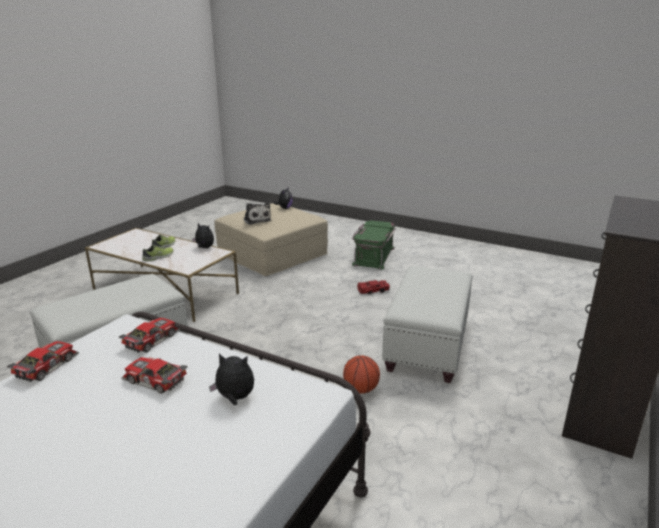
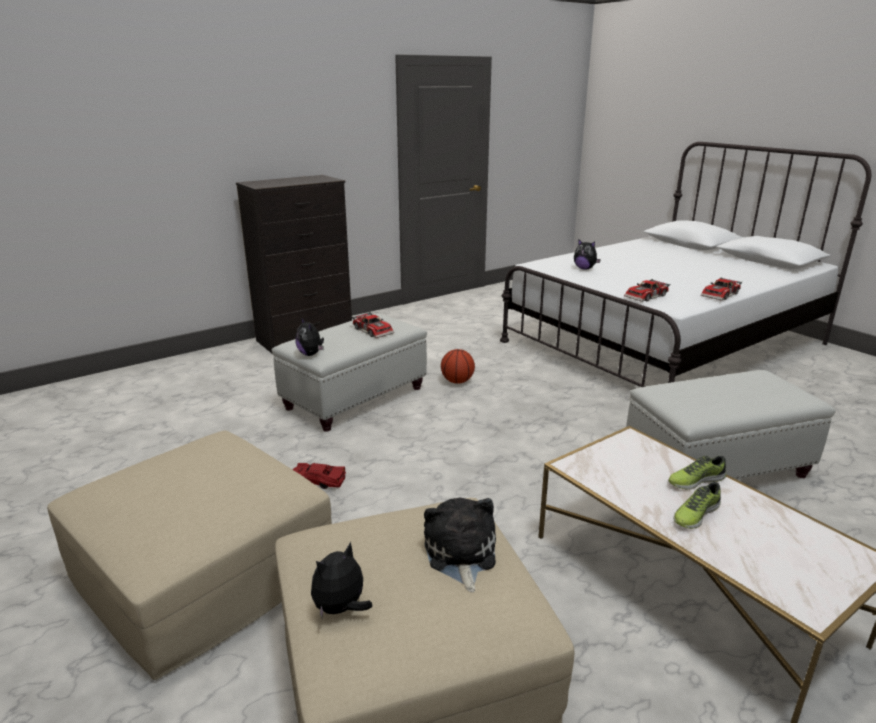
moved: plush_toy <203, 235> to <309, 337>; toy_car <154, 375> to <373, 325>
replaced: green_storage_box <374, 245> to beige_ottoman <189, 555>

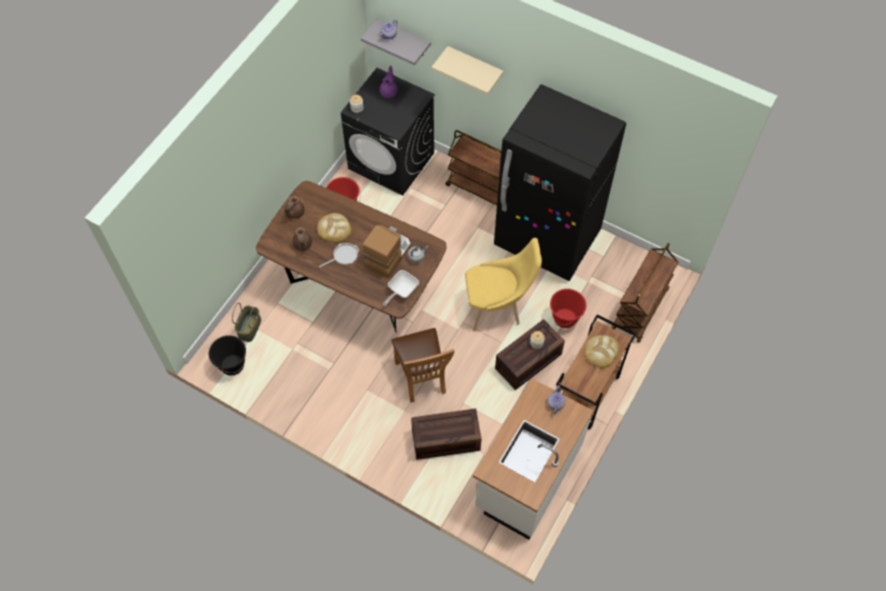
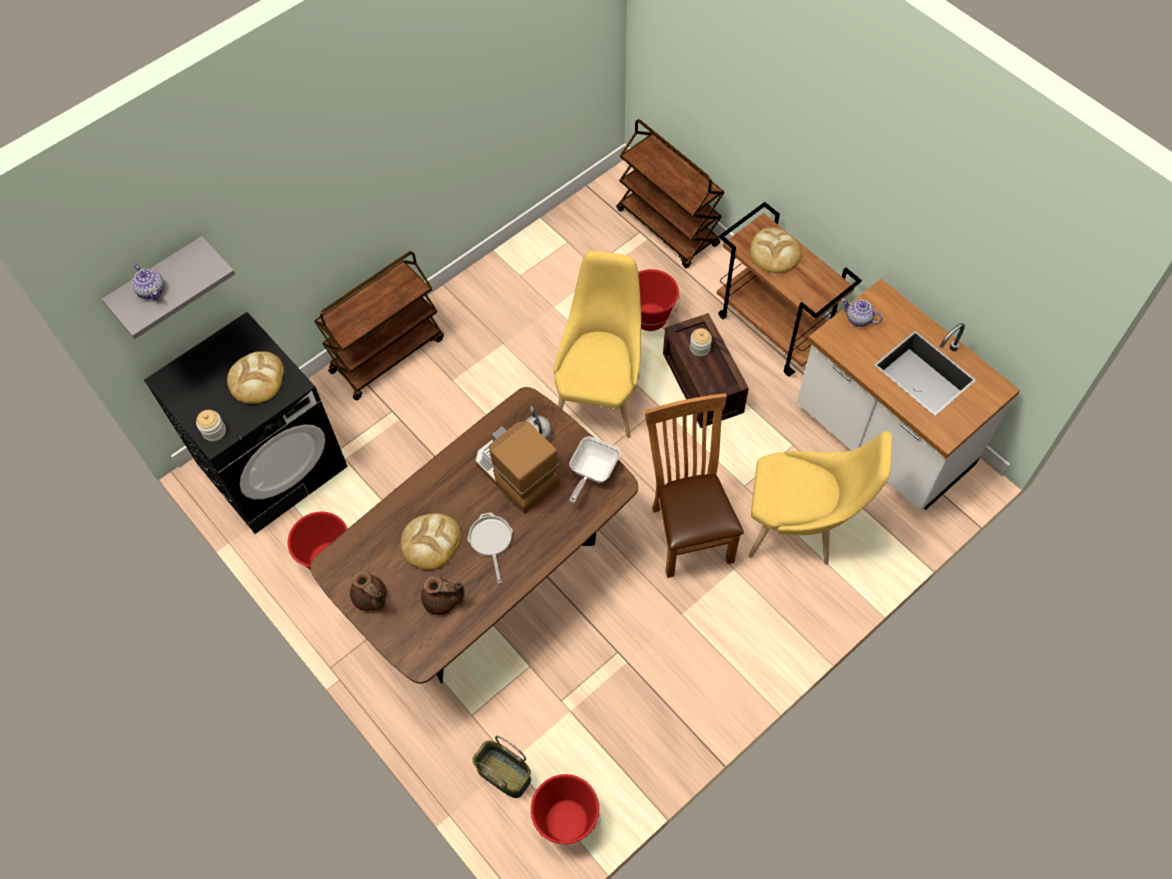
removed: beige_shelf <468, 70>; purple_teapot <389, 81>; black_fridge <560, 182>
added: bread <255, 377>
replaced: crate <446, 434> to yellow_chair <820, 498>
recoloured: black_bucket <227, 355> to red_bucket <566, 809>
turned: frying_pan <401, 288> = <594, 469> 60 degrees clockwise; brown_chair <422, 365> = <694, 485> 105 degrees counterclockwise

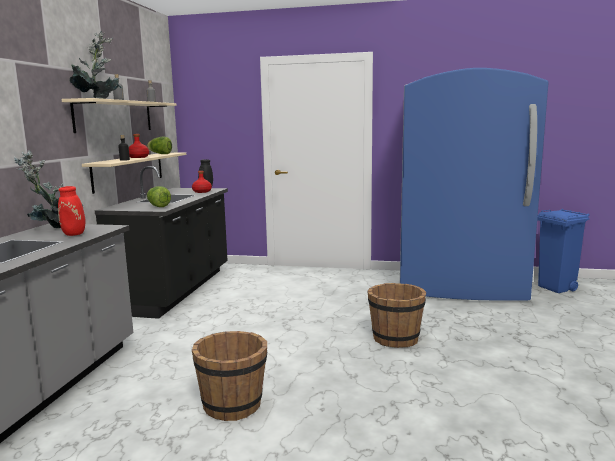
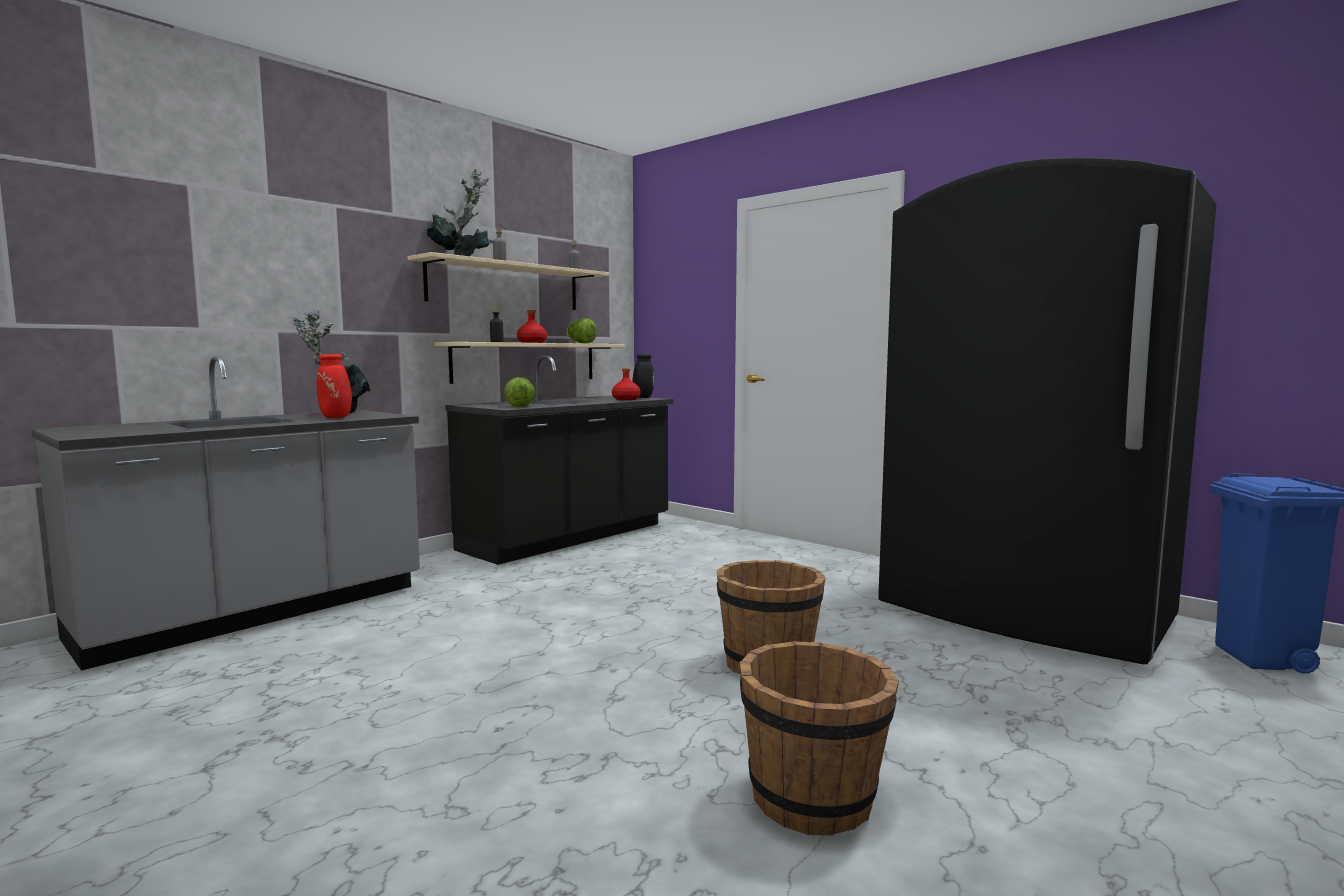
moved: brown_bucket <229, 376> to <819, 738>
recoloured: blue_fridge <474, 184> to black_fridge <1047, 410>

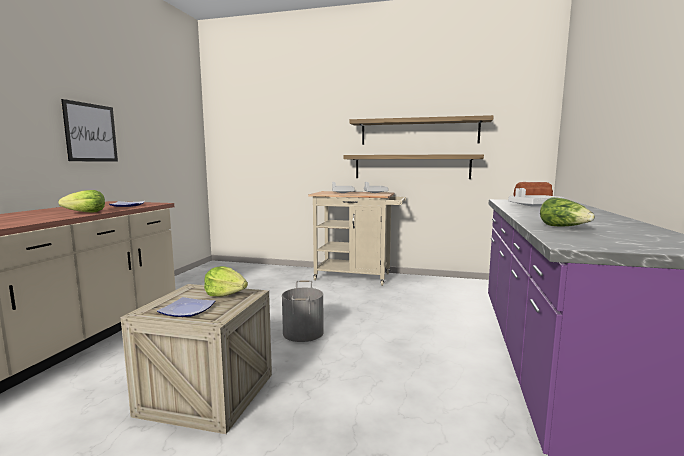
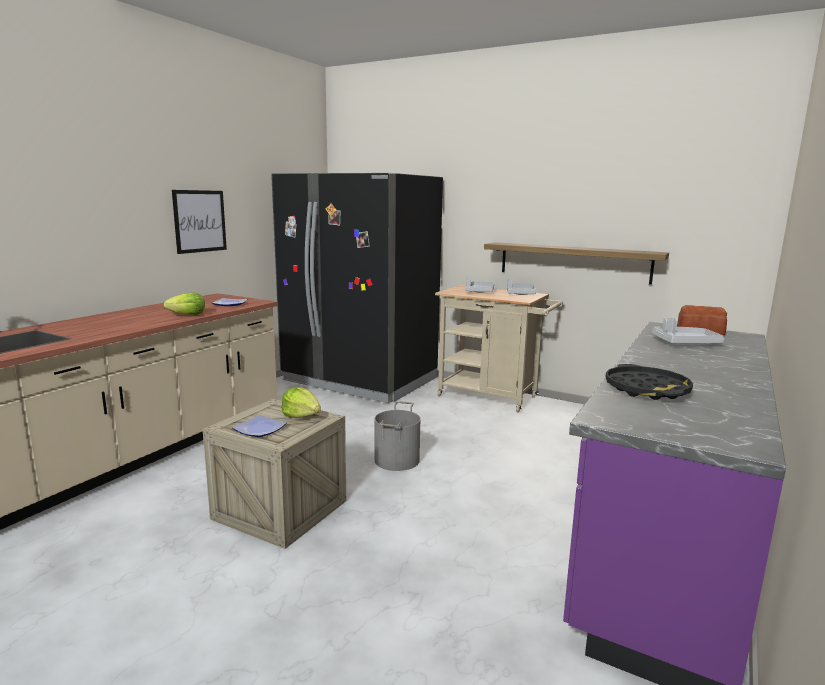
removed: shelf <422, 130>
added: black_fridge <357, 288>
replaced: lettuce <567, 212> to black_tray <649, 382>

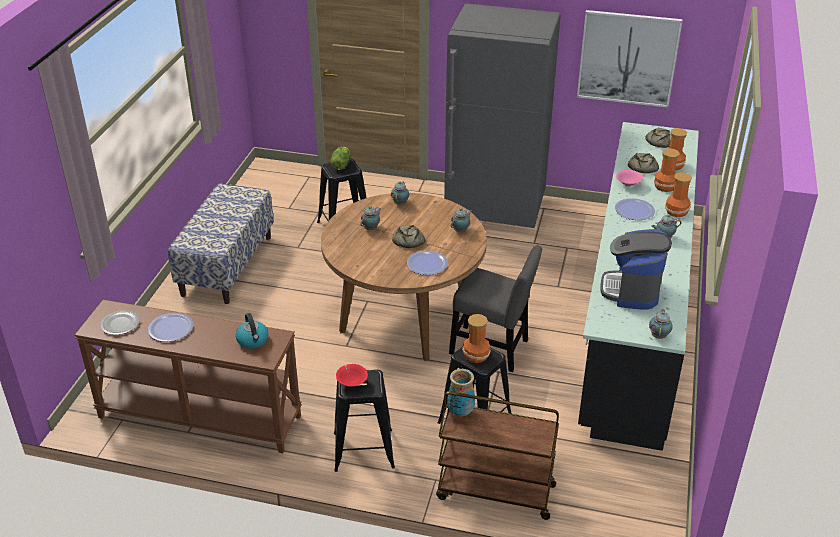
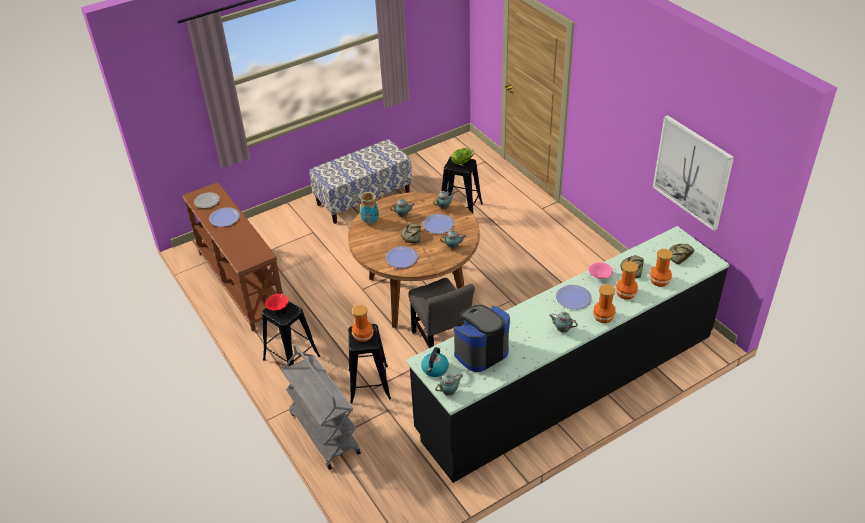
removed: grey_fridge <502, 116>
added: plate <438, 224>
moved: kettle <252, 331> to <435, 362>; vase <461, 392> to <369, 208>
recoloured: brown_cart <497, 455> to grey_cart <321, 406>

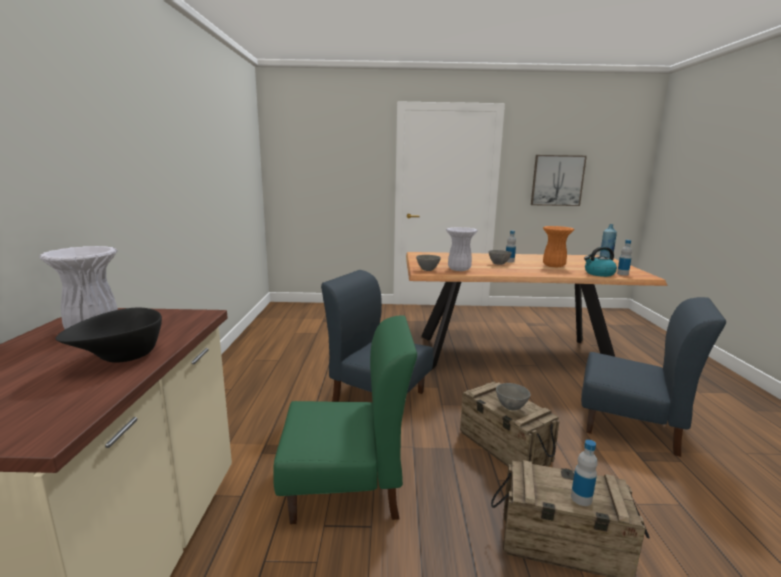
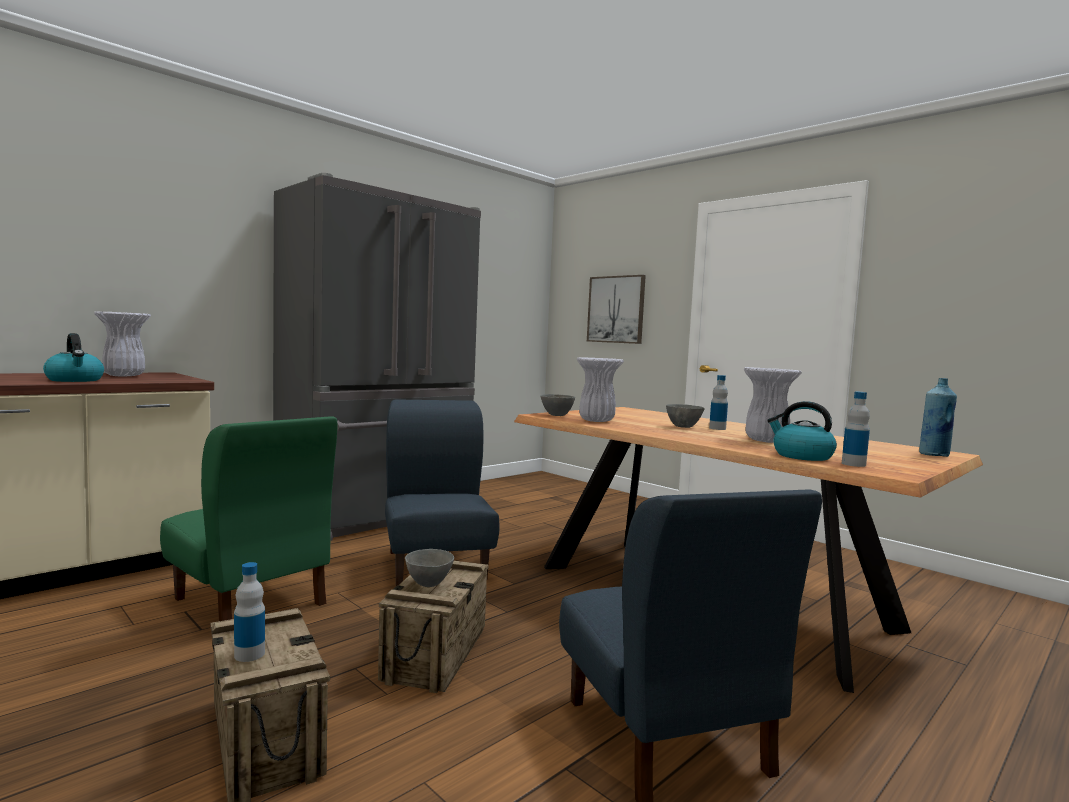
added: grey_fridge <377, 357>
moved: picture <559, 180> to <616, 309>
replaced: black_bowl <108, 335> to kettle <73, 357>
recoloured: orange_vase <559, 246> to white_vase <773, 405>

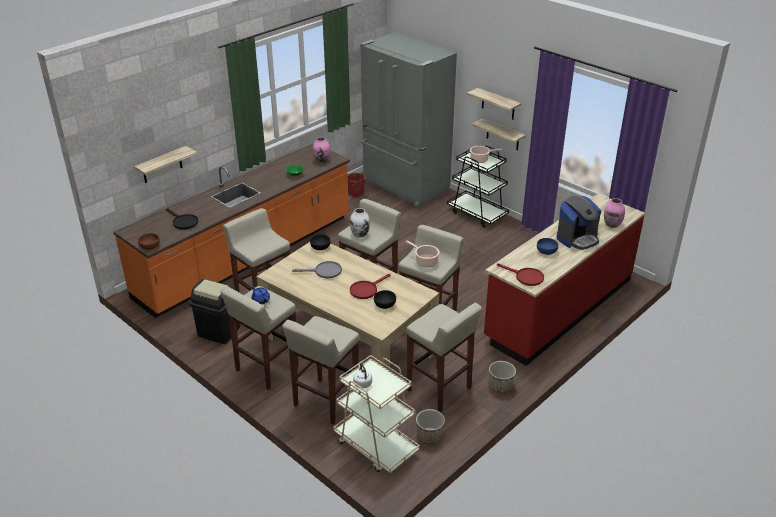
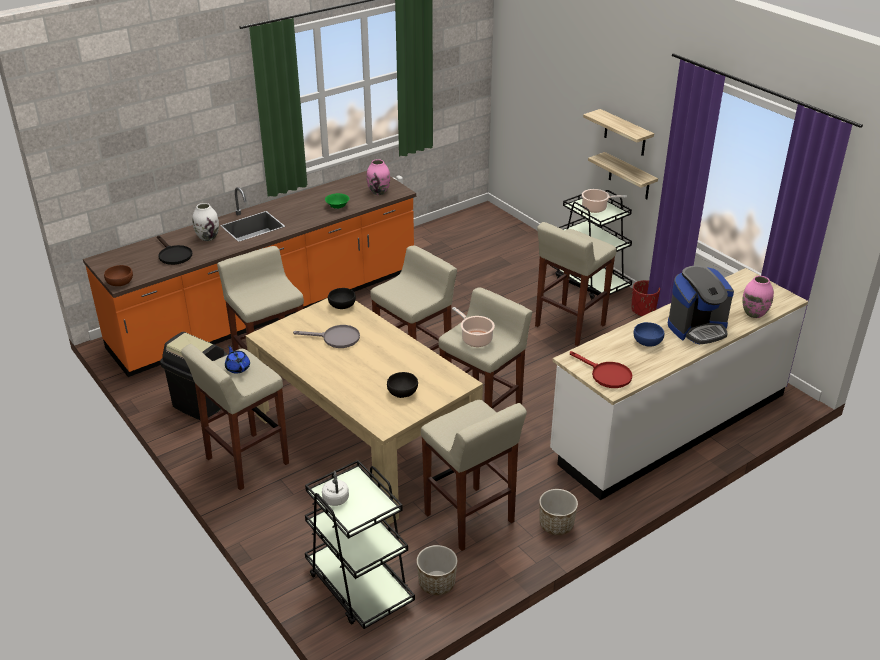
removed: grey_fridge <408, 119>; shelf <165, 164>; red_frying_pan <370, 286>
moved: red_planter <356, 185> to <645, 298>; white_vase <360, 223> to <205, 222>; beige_stool <320, 370> to <576, 284>
recoloured: red_counter <564, 280> to white_counter <679, 384>; beige_cart <376, 414> to black_cart <360, 544>

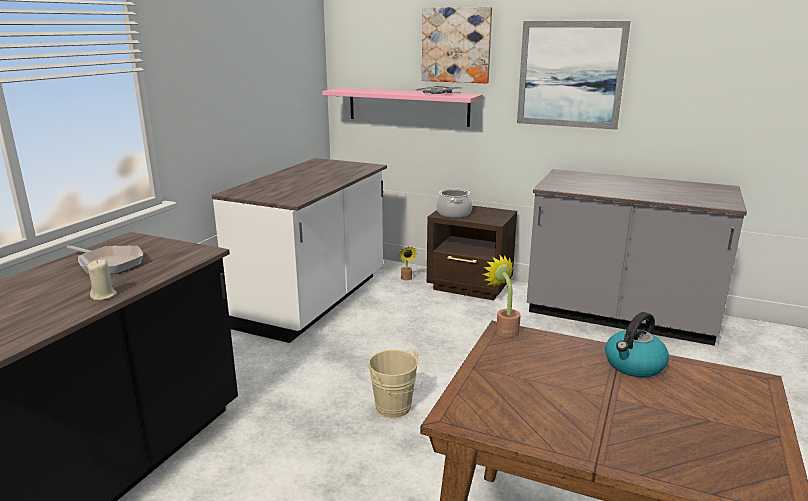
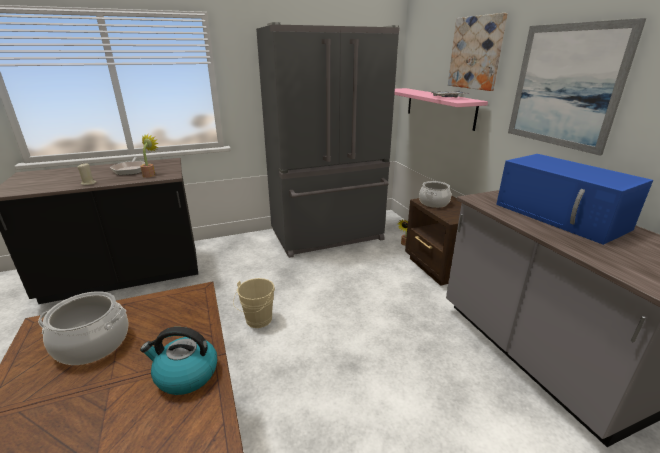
added: blue_microwave <574, 199>; cooking_pot <83, 328>
moved: potted_plant <502, 296> to <149, 156>
replaced: white_counter <299, 250> to grey_fridge <328, 140>

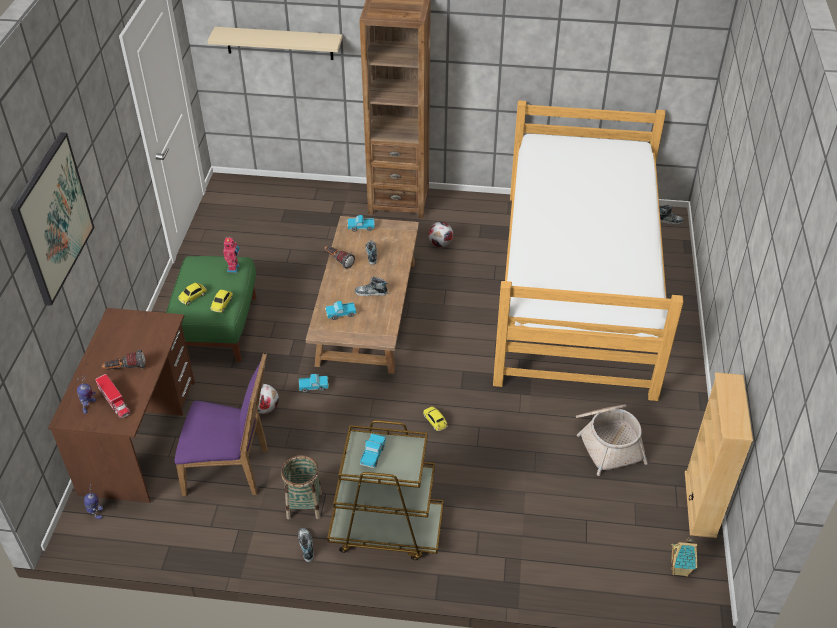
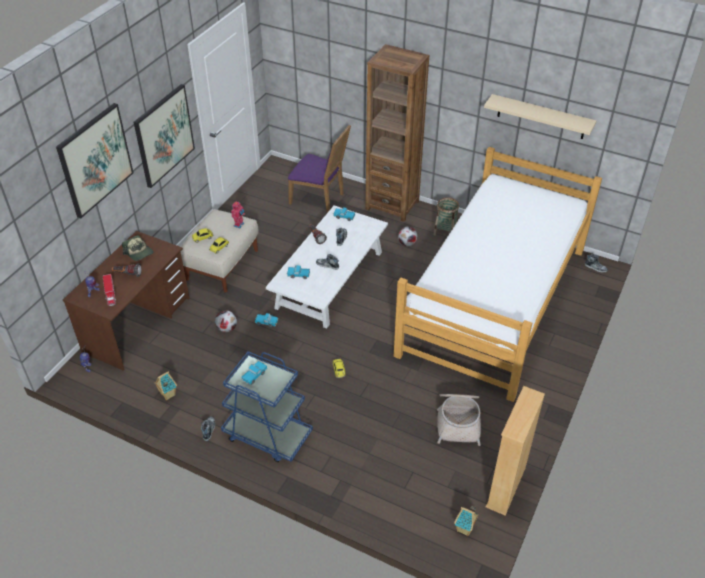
added: picture <164, 136>; cap <138, 248>; toy_house <165, 385>
moved: beige_shelf <275, 43> to <540, 116>; purple_chair <221, 424> to <319, 169>; basket <301, 487> to <446, 216>
recoloured: brown_coffee_table <362, 295> to white_coffee_table <327, 267>; green_ottoman <211, 309> to beige_ottoman <219, 251>; brown_cart <385, 490> to blue_cart <267, 406>

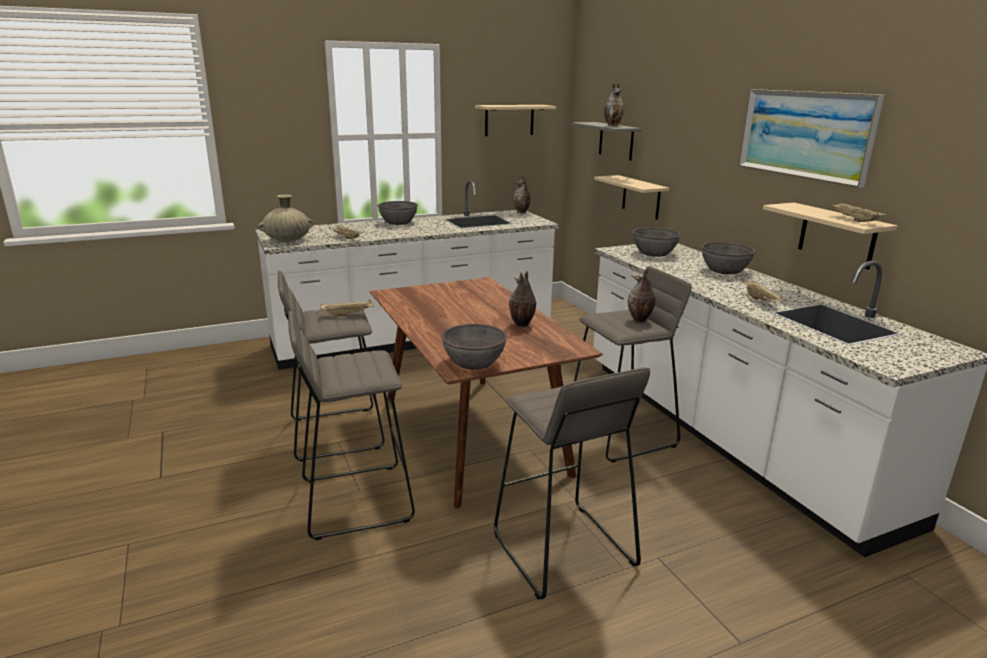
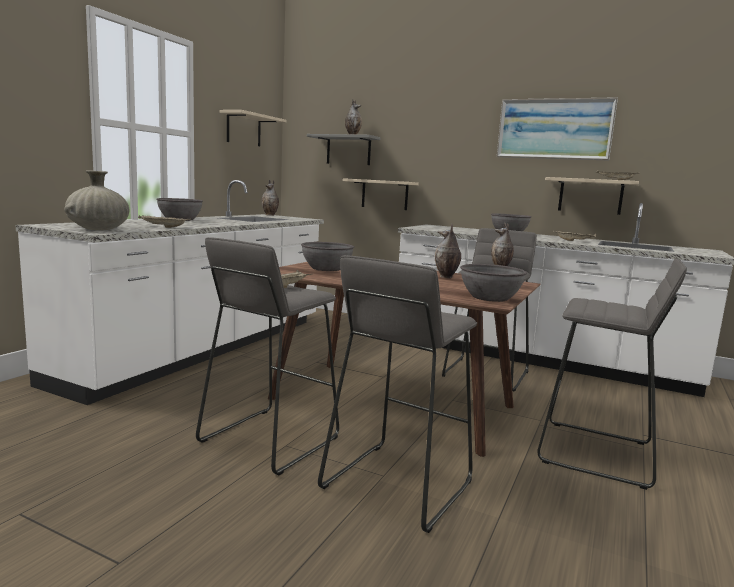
moved: grey_bowl <657, 242> to <327, 256>

